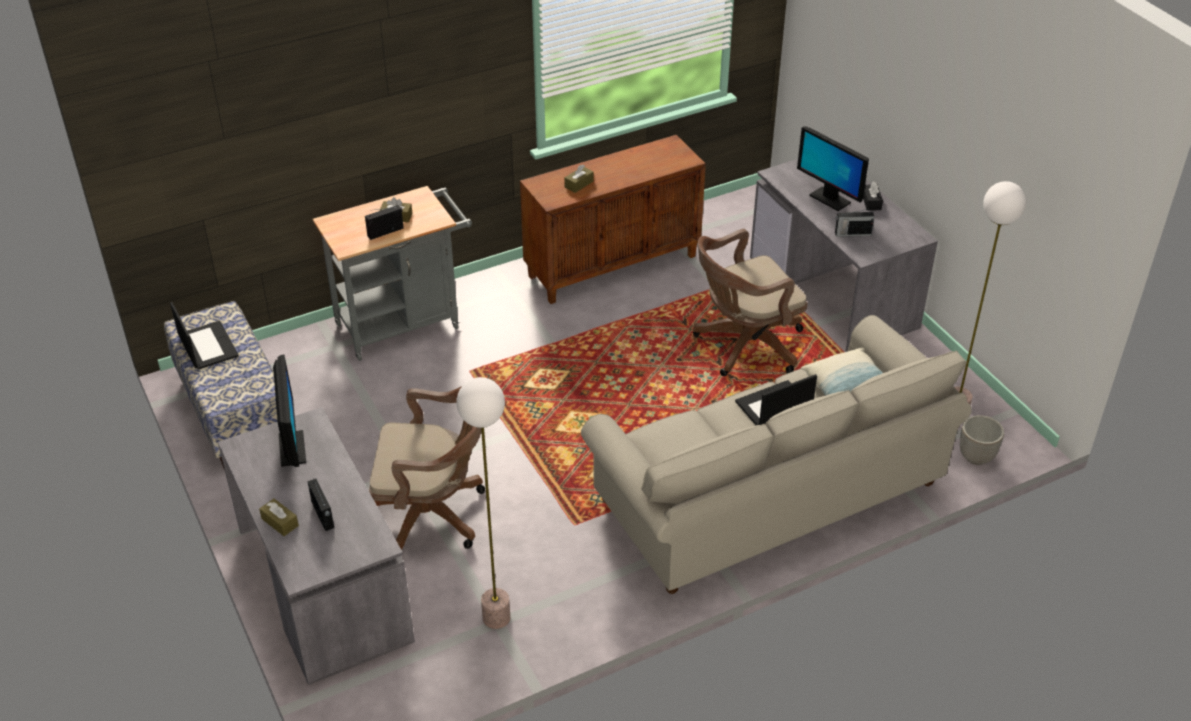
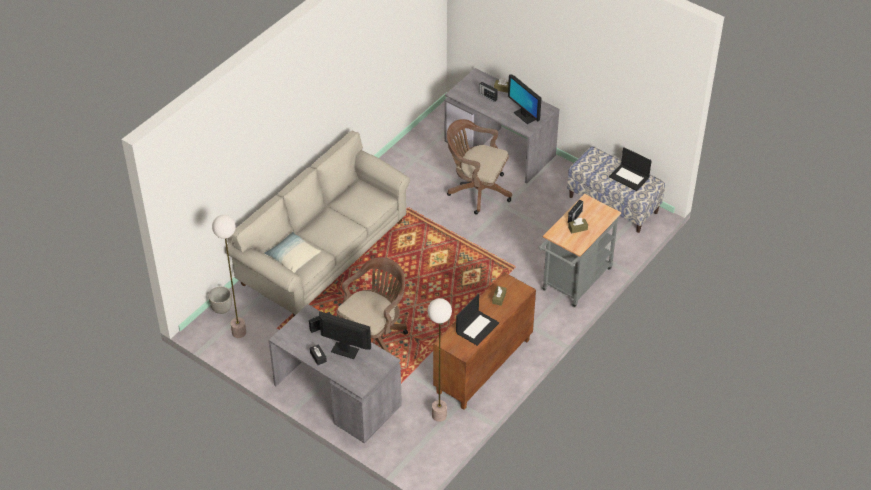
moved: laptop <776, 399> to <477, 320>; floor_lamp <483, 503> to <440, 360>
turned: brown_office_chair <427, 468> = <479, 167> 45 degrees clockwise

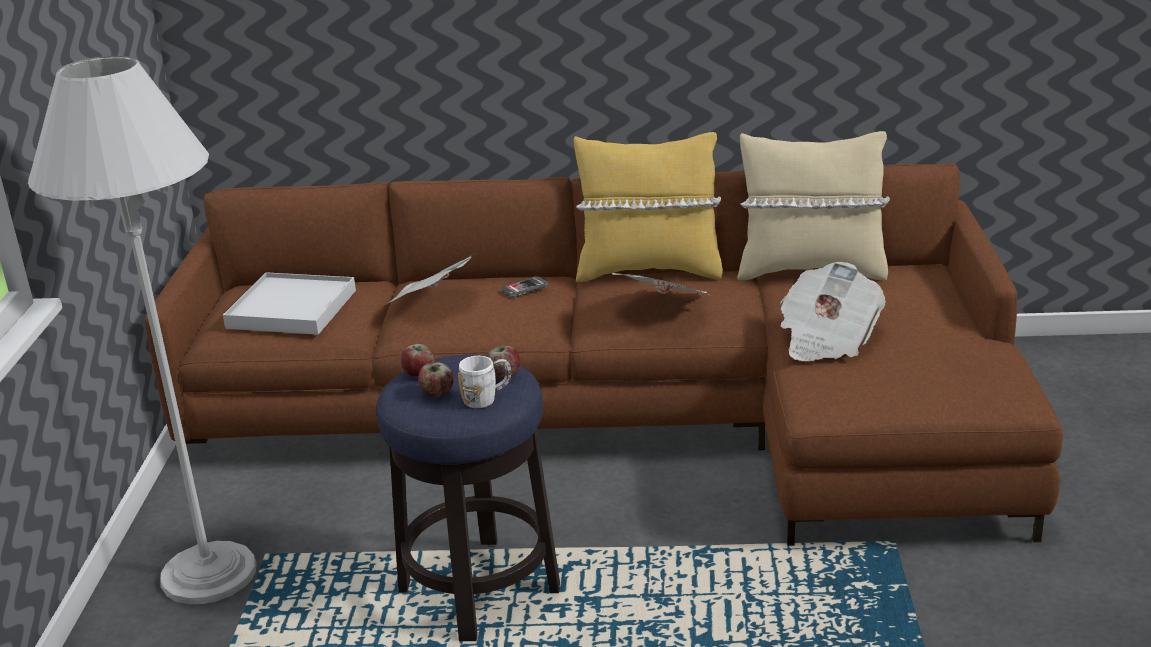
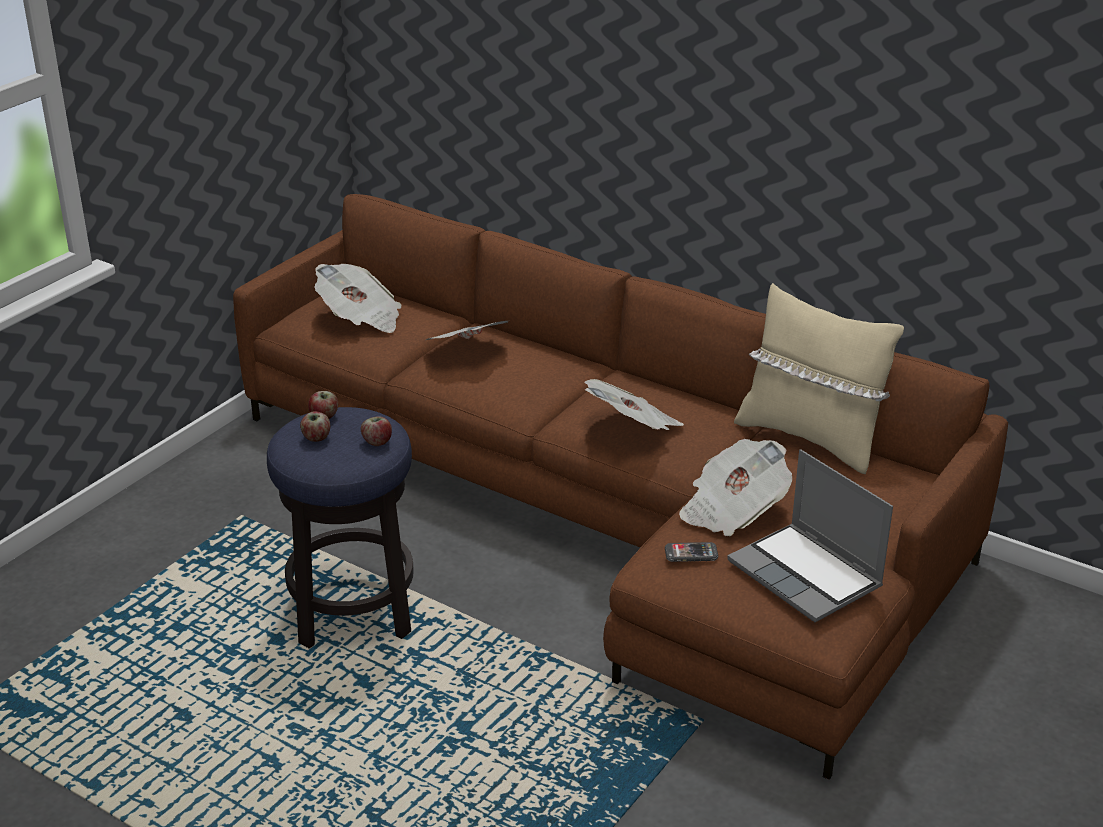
removed: white_floor_lamp <142, 330>; yellow_pillow <648, 207>; white_mug <484, 382>
added: laptop <810, 535>
moved: phone <524, 287> to <691, 552>
replaced: white_tray <289, 303> to newspaper <357, 298>

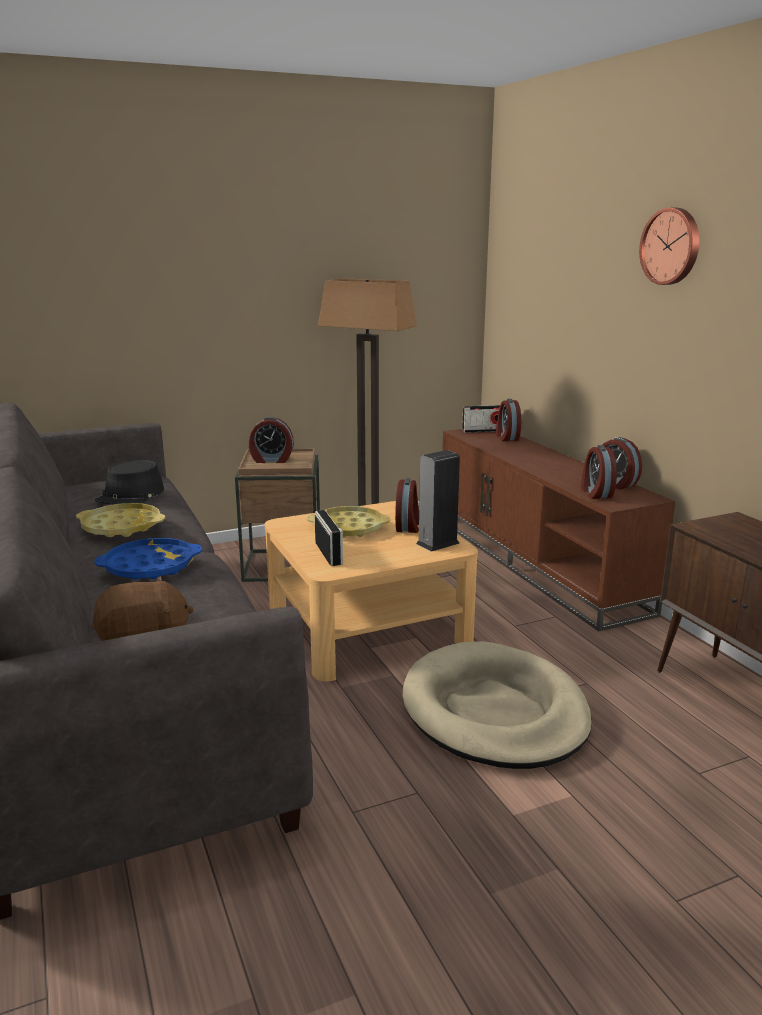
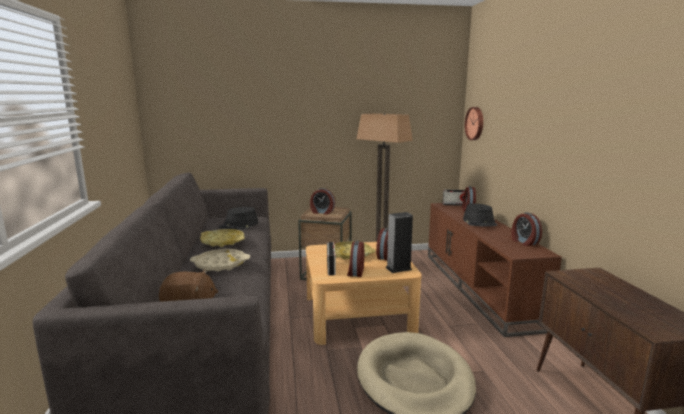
added: black_hat <480, 215>
moved: wall_clock <669, 246> to <474, 123>; alarm_clock <599, 472> to <355, 259>
recoloured: blue_tray <148, 559> to beige_tray <220, 260>

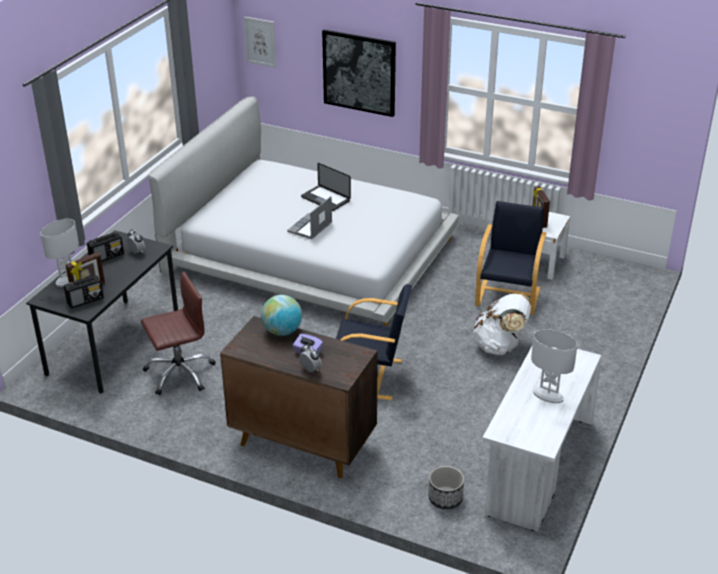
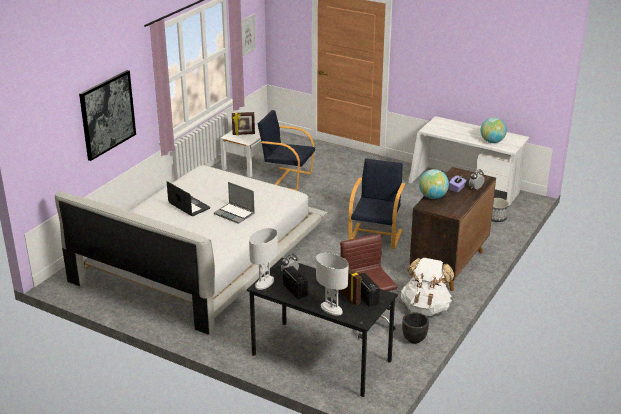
added: globe <493, 130>; black_planter <415, 328>
moved: picture <260, 42> to <248, 35>; white_backpack <502, 324> to <427, 287>; white_table_lamp <554, 366> to <263, 259>
turned: laptop <326, 187> = <188, 198> 90 degrees counterclockwise

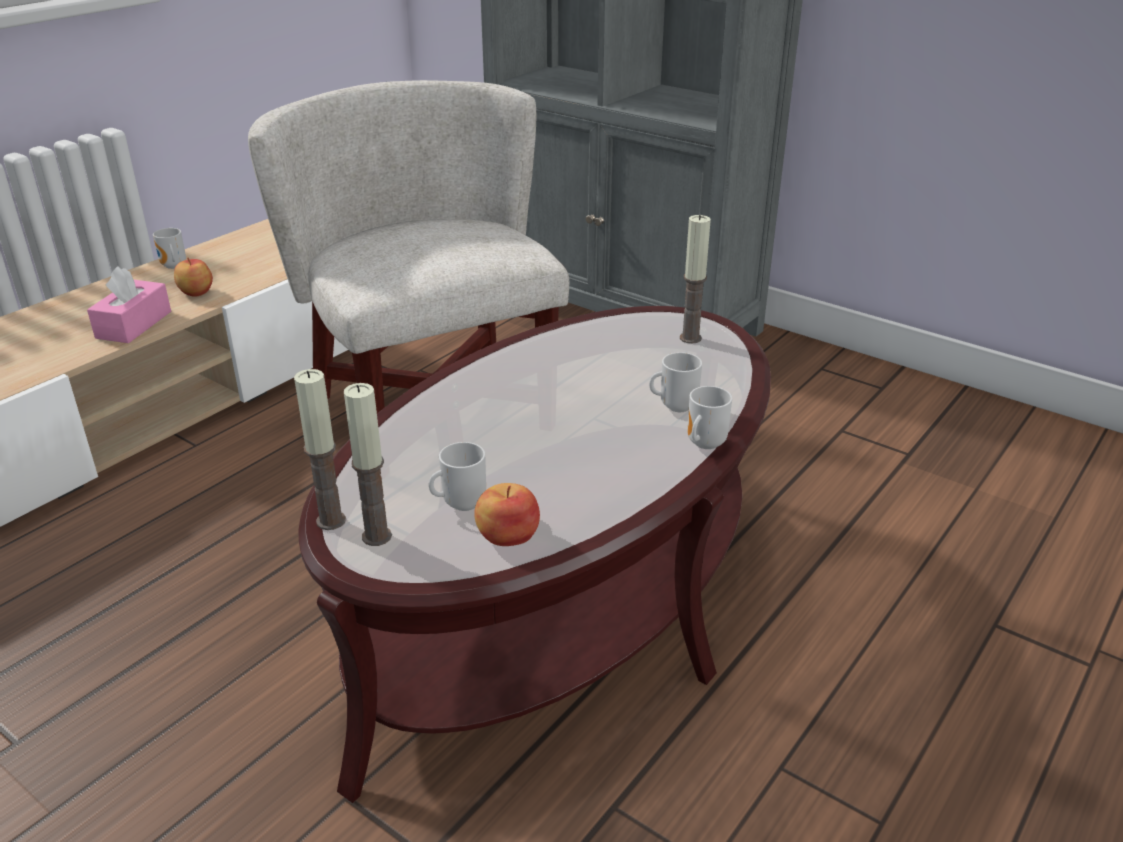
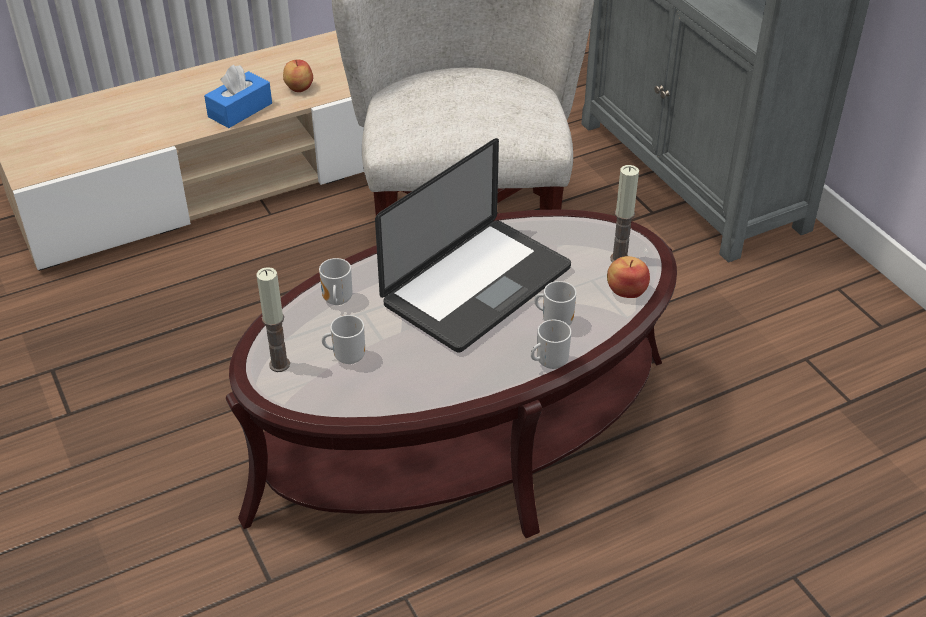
removed: candle <320, 449>
added: laptop <473, 245>
moved: mug <169, 248> to <335, 281>; apple <507, 514> to <628, 277>
recoloured: pink_tissue_box <129, 304> to blue_tissue_box <238, 96>

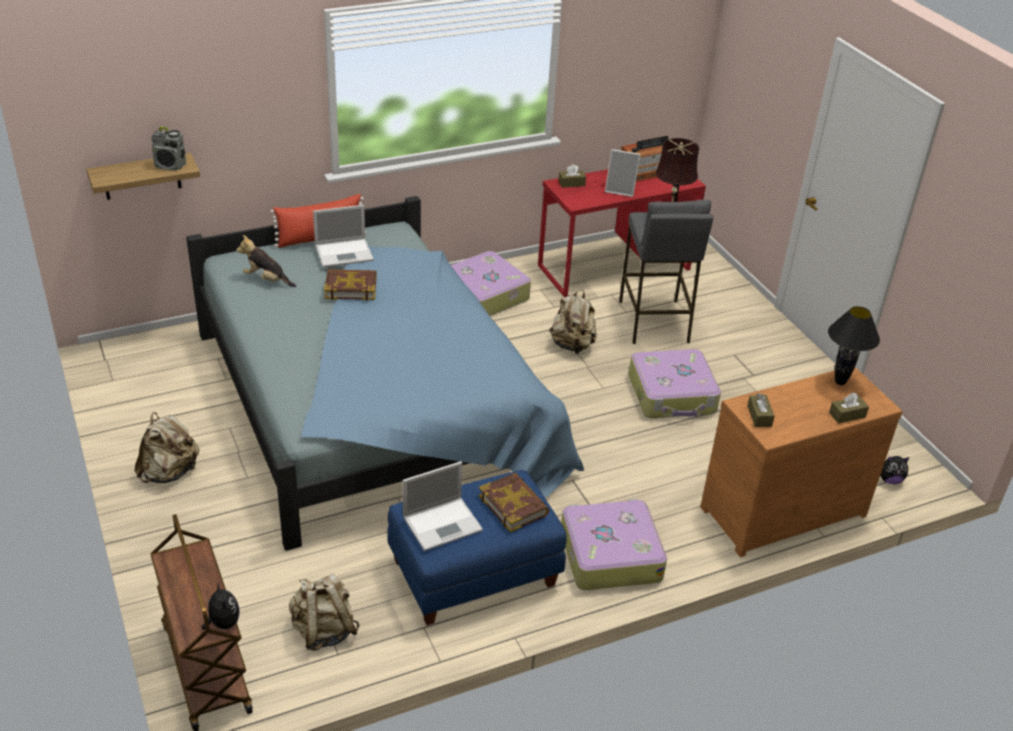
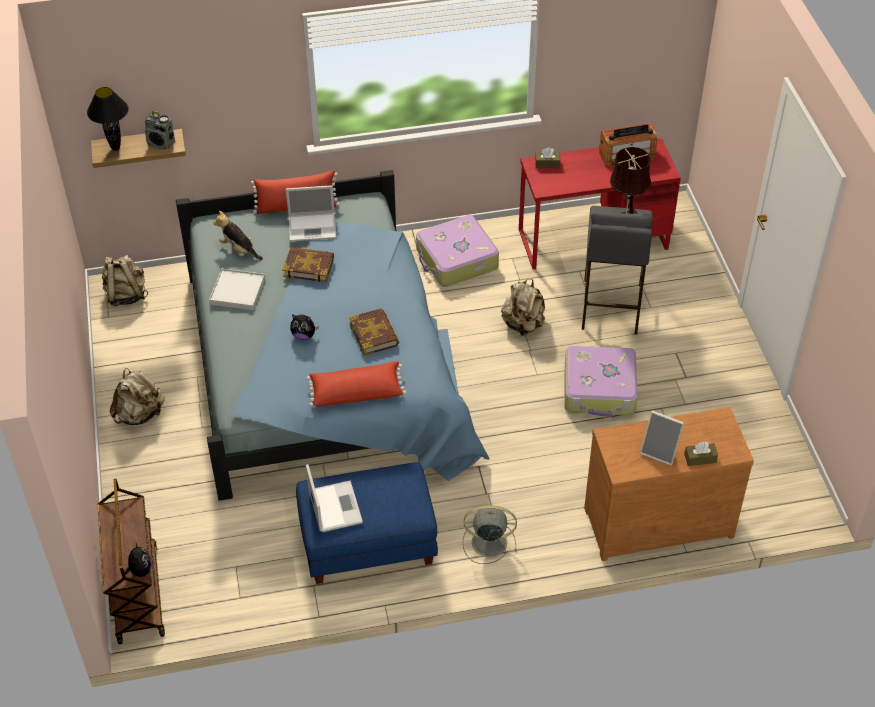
removed: brown_tissue_box <761, 410>
added: white_tray <237, 289>; red_pillow <356, 384>
moved: picture_frame <623, 173> to <662, 438>; black_table_lamp <854, 345> to <108, 119>; plush_toy <894, 470> to <304, 327>; book <514, 502> to <374, 332>; beige_backpack <324, 612> to <125, 280>
replaced: suitcase <614, 544> to grey_fan <490, 534>
turned: laptop <442, 506> = <334, 498> 90 degrees counterclockwise

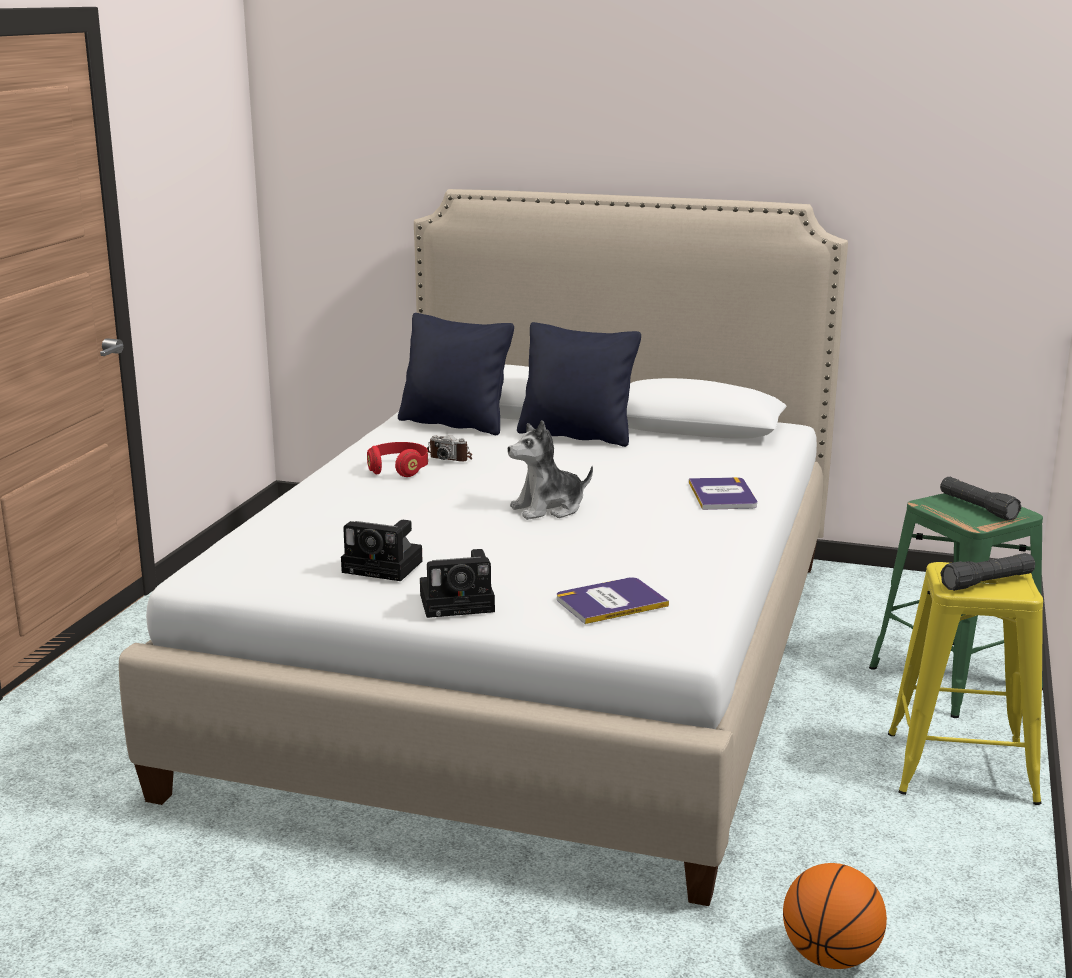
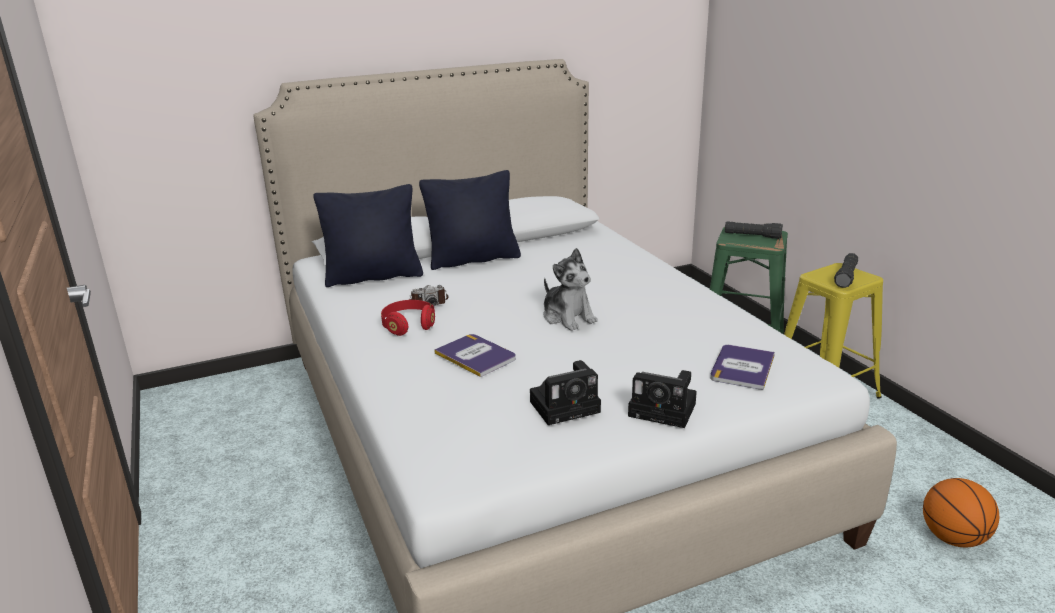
moved: book <723, 493> to <475, 355>
turned: plush_toy <550, 470> = <571, 289> 60 degrees counterclockwise; photo_camera <457, 583> = <662, 399> 75 degrees clockwise

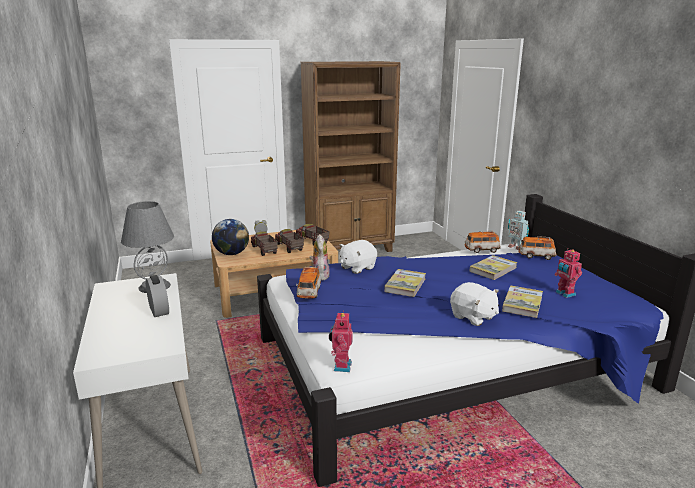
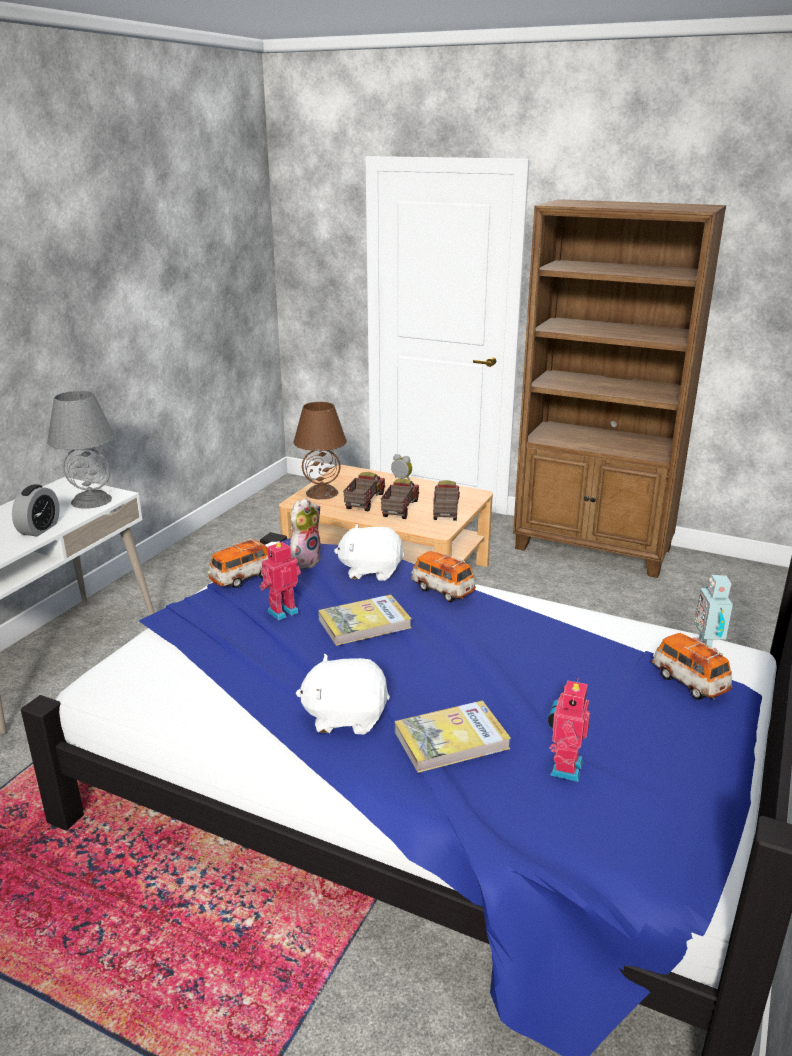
removed: book <493, 267>
moved: toy_car <483, 242> to <443, 576>; toy_robot <341, 341> to <280, 580>
replaced: globe <230, 237> to brown_table_lamp <320, 451>
turned: white_plush_toy <474, 304> = <343, 694> 90 degrees clockwise

